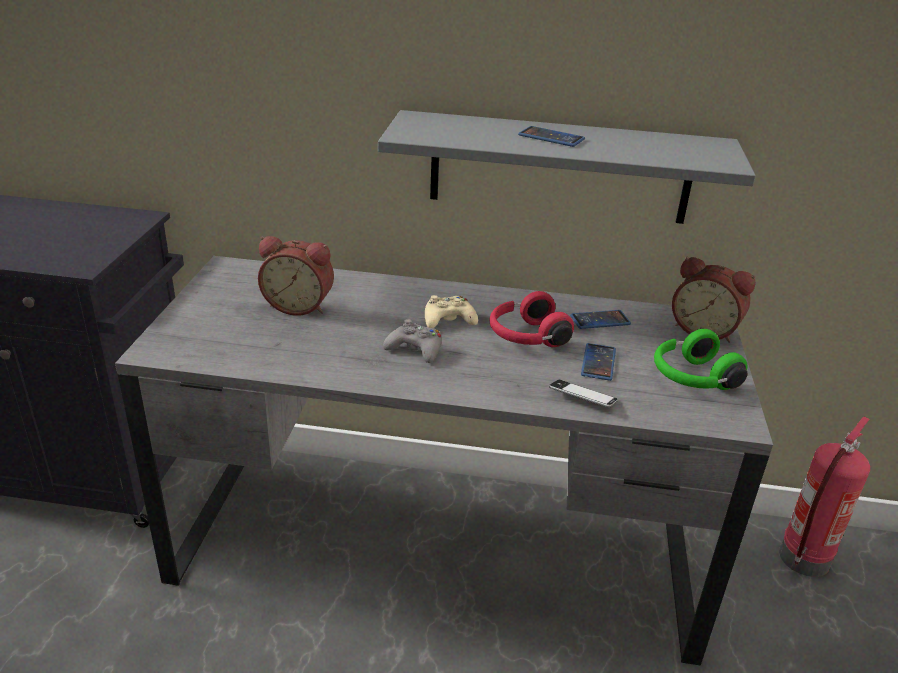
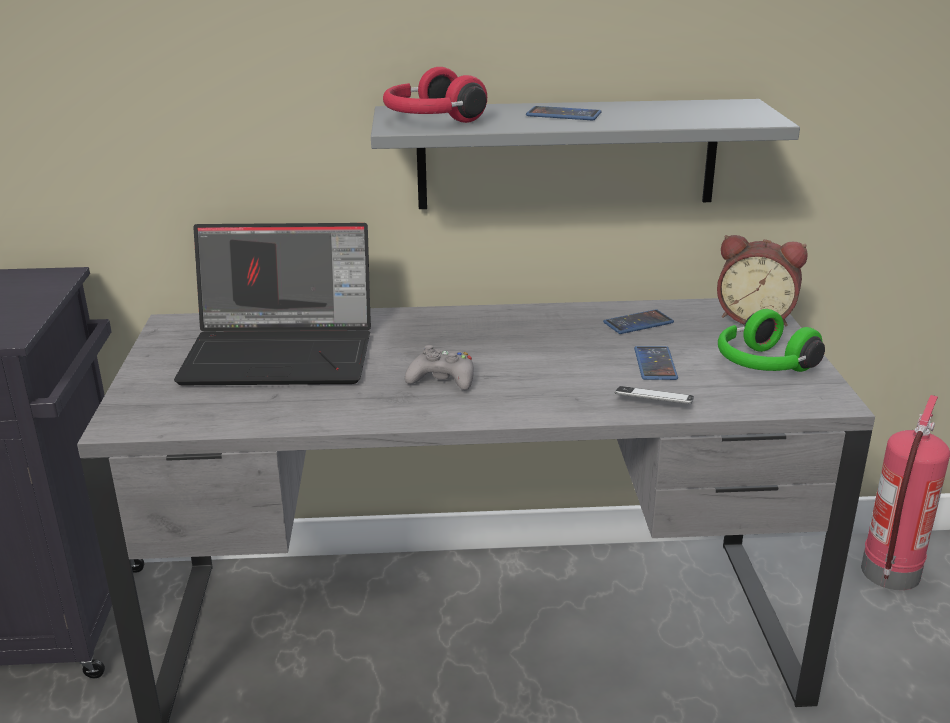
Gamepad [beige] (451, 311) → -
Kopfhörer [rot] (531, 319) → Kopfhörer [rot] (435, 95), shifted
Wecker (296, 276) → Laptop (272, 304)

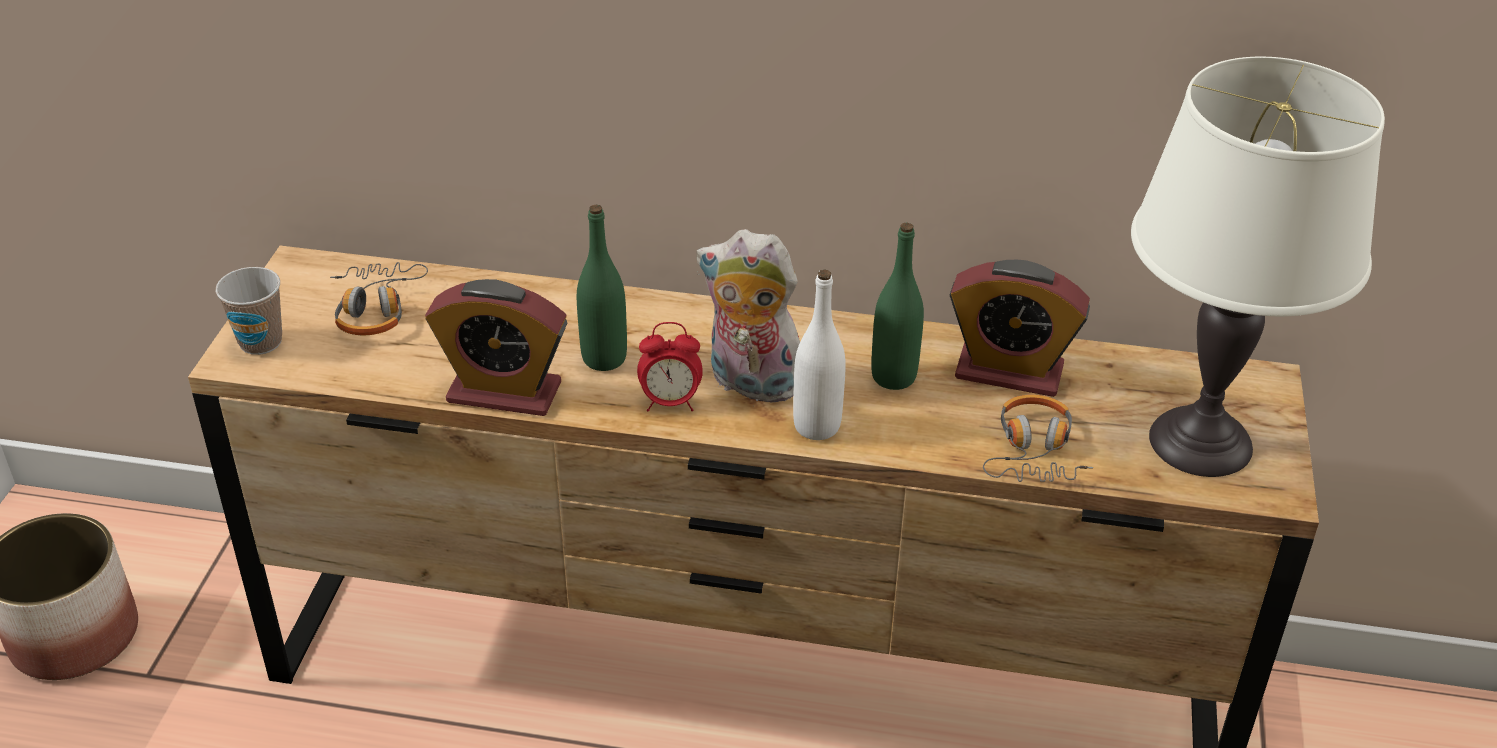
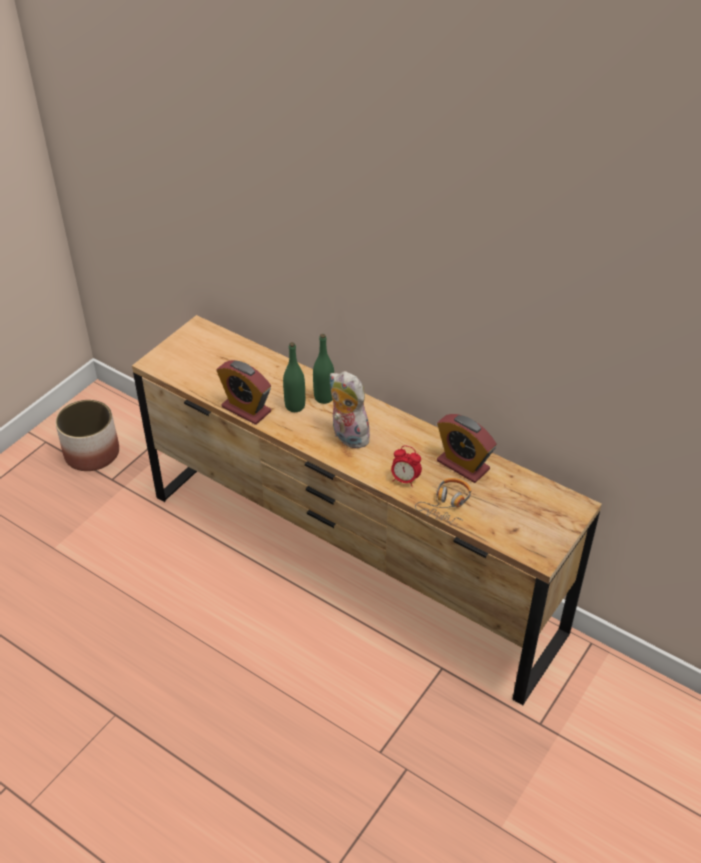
Tasse (249, 311) → -
Kopfhörer (379, 298) → -
Flasche [weiß] (819, 355) → -
Tischlampe [weiß] (1258, 267) → -
Wecker (670, 366) → Wecker (406, 466), shifted
Flasche [grün] (897, 306) → Flasche [grün] (323, 369), shifted

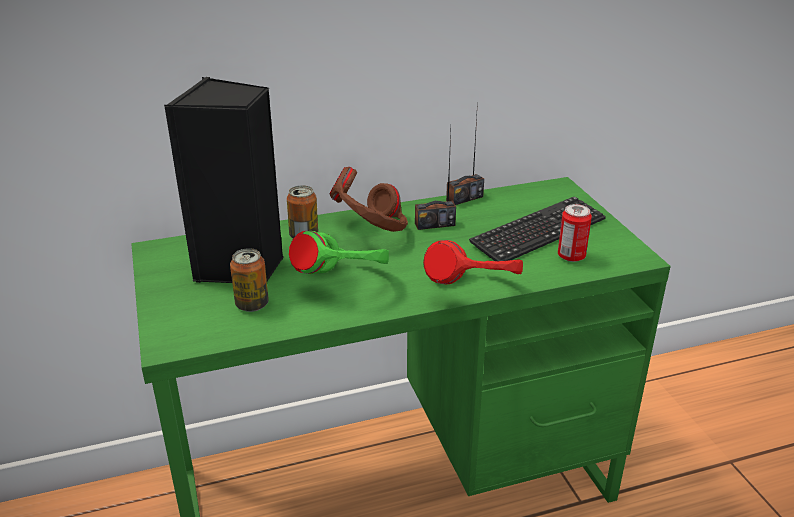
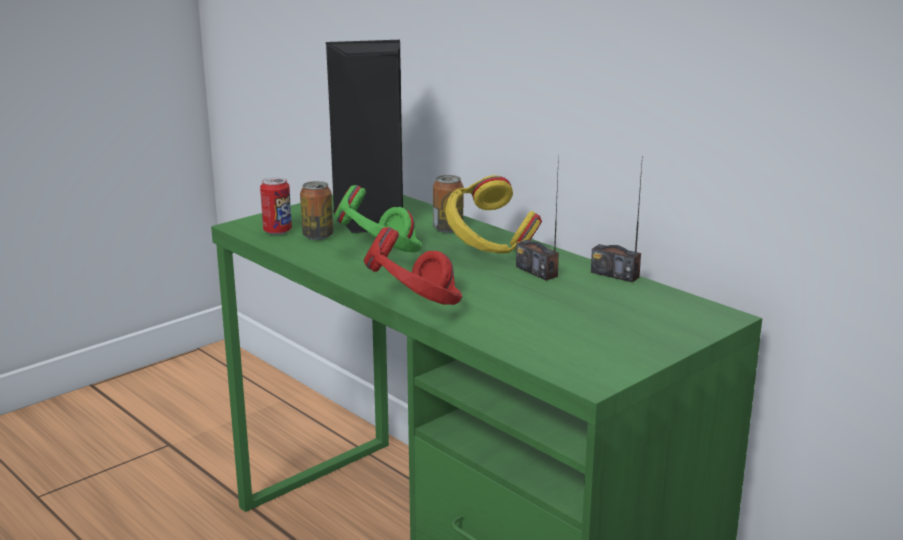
Tastatur (537, 229) → -
Dose (575, 233) → Dose (276, 206), shifted
Kopfhörer [braun] (369, 199) → Kopfhörer [gelb] (493, 214)

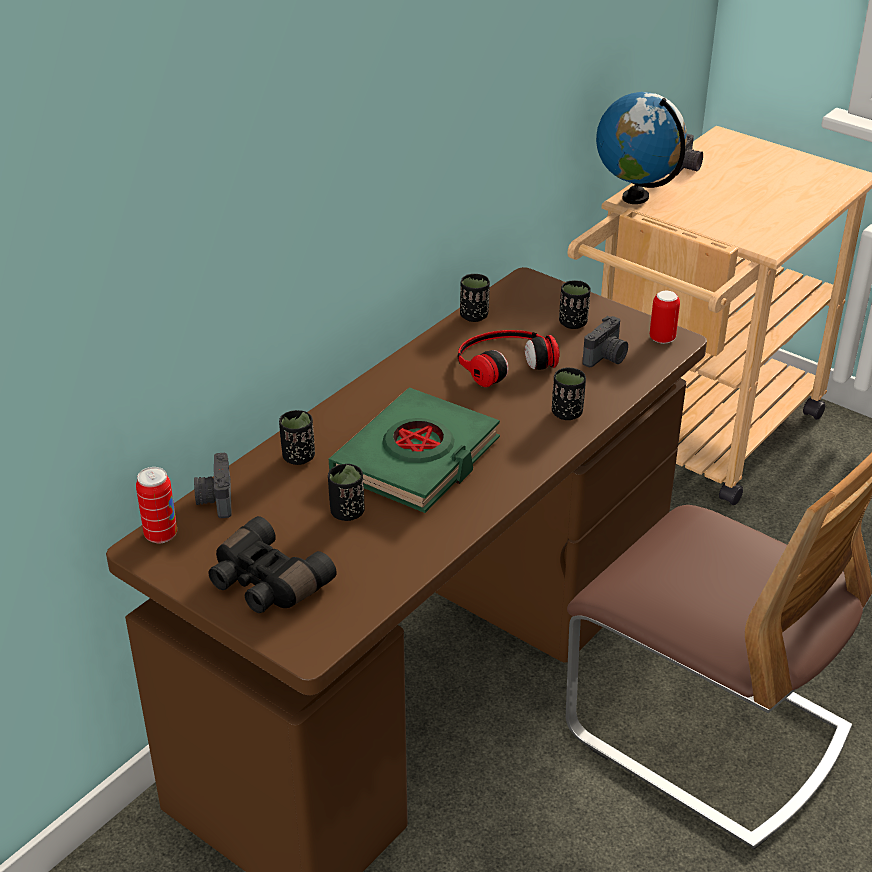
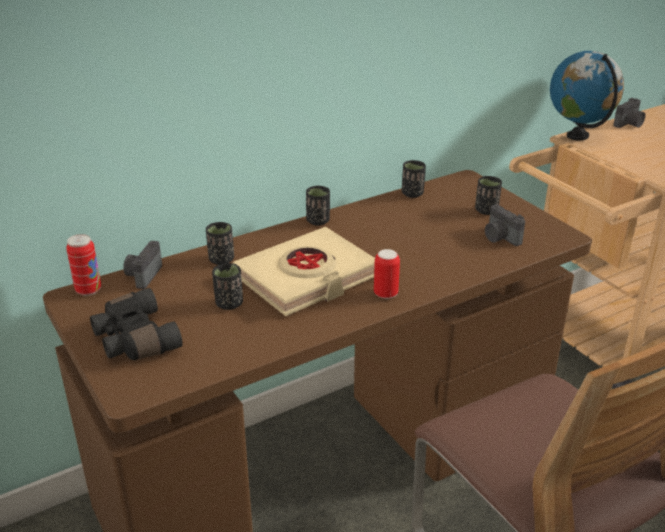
Kopfhörer (508, 358) → -
Tasse [schwarz] (569, 394) → Tasse [schwarz] (318, 206), shifted
Dose (665, 317) → Dose (387, 274), shifted
Buch [grün] (414, 450) → Buch [beige] (304, 271)
Kamera (605, 341) → Kamera (505, 225), 90 degrees clockwise

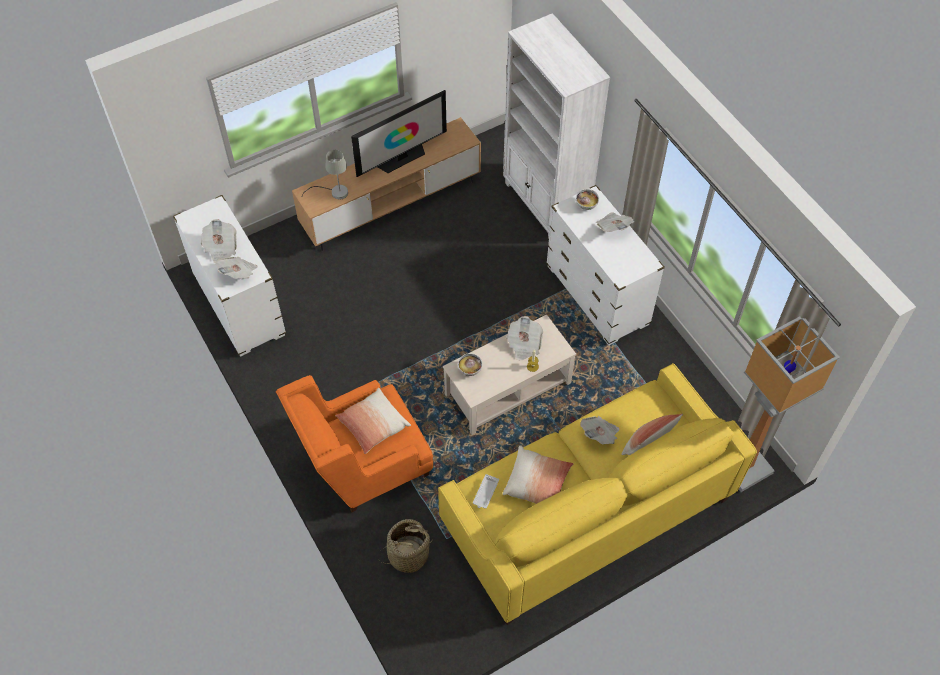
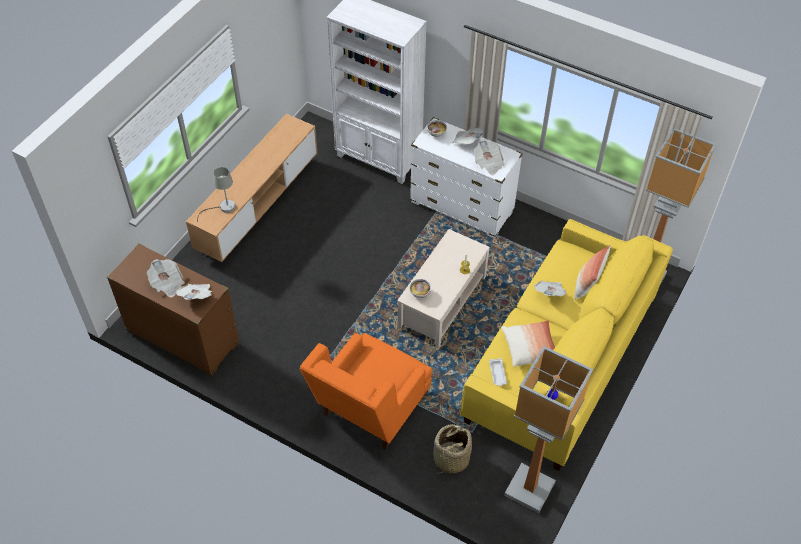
Kissen (373, 421) → -
Fernseher (399, 133) → -
- → Stehlampe (548, 430)
Zeitung (524, 338) → Zeitung (489, 157), shifted
Kommode [weiß] (229, 275) → Kommode [braun] (173, 309)

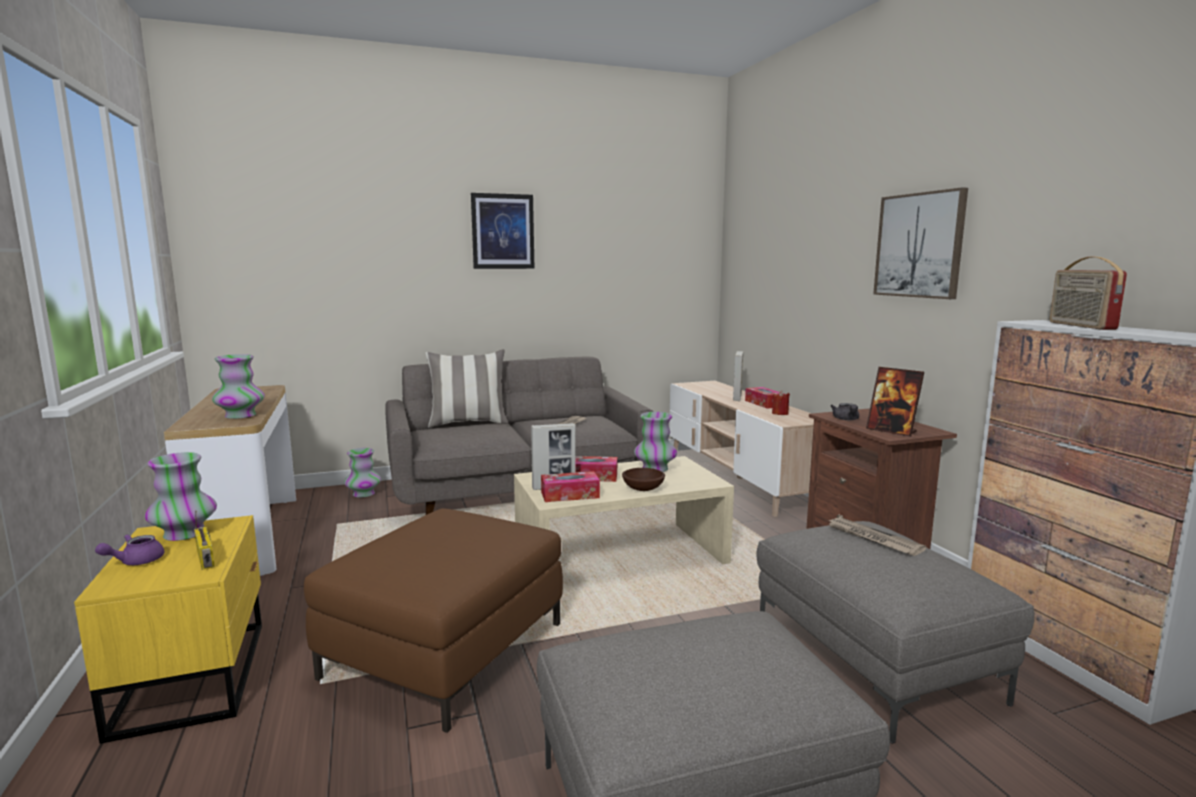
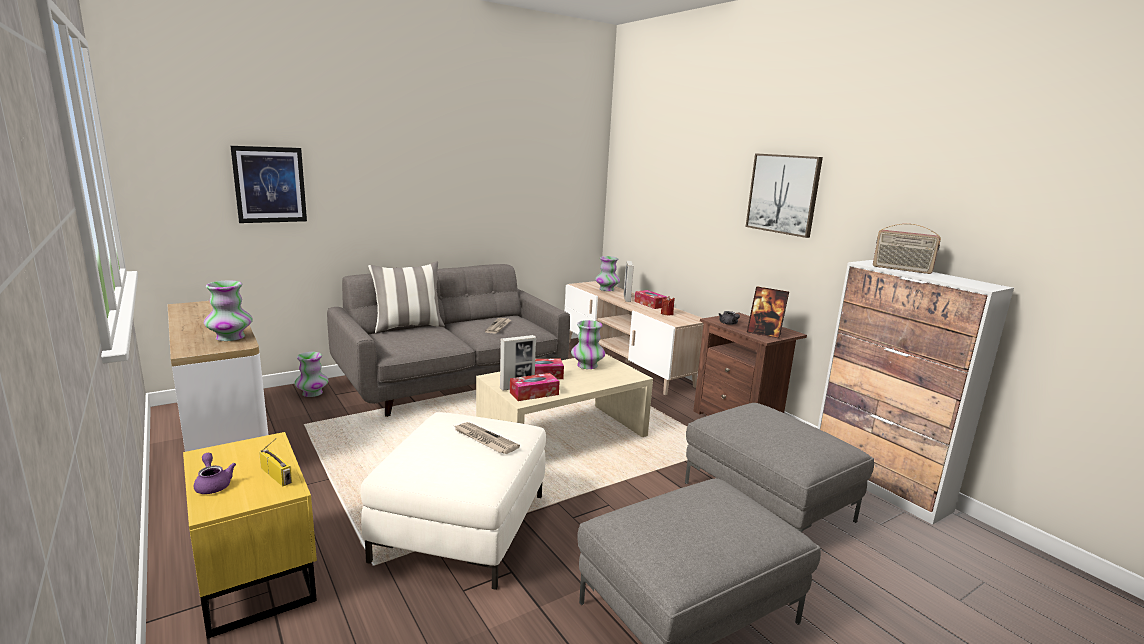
Schüssel [braun] (643, 479) → -
Vase (181, 496) → Vase (607, 273), shifted
Bild (502, 231) → Bild (268, 184), shifted
Zeitung (877, 536) → Zeitung (487, 438), shifted
Polsterhocker [braun] (433, 620) → Polsterhocker [weiß] (453, 501)
Teekanne [lila] (129, 549) → Teekanne [lila] (215, 473), 120 degrees clockwise
Radio (1088, 293) → Radio (907, 248), 45 degrees counterclockwise

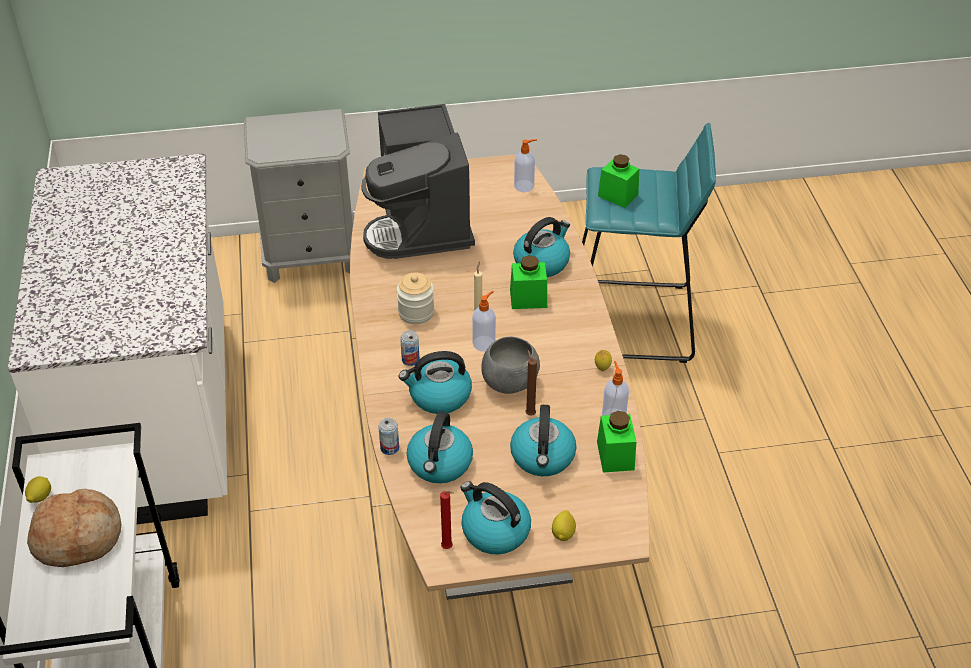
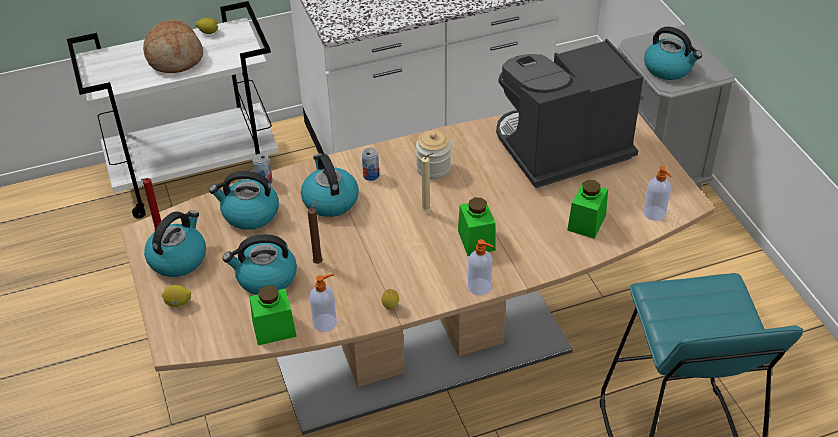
Schüssel [grau] (510, 365) → -
Seifenspender (484, 321) → Seifenspender (481, 267), shifted
Wasserkessel (541, 247) → Wasserkessel (673, 53), shifted
Vorratsglas [grün] (618, 181) → Vorratsglas [grün] (587, 209), shifted

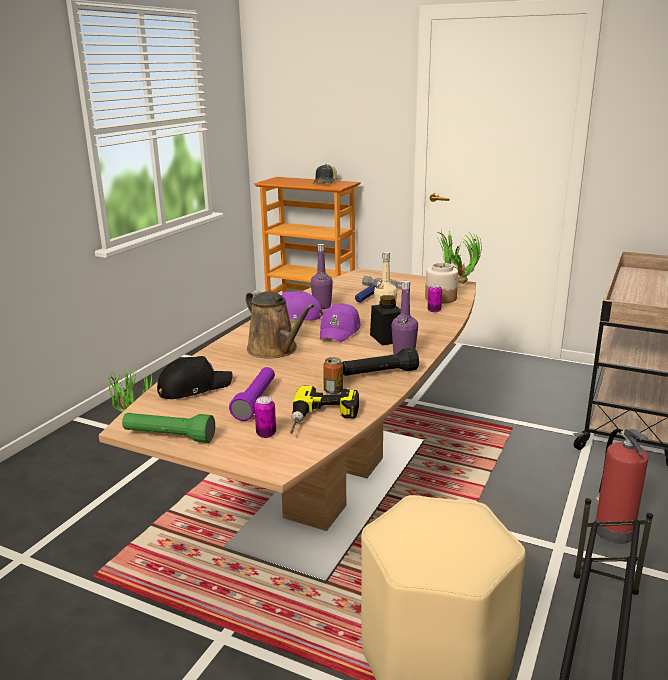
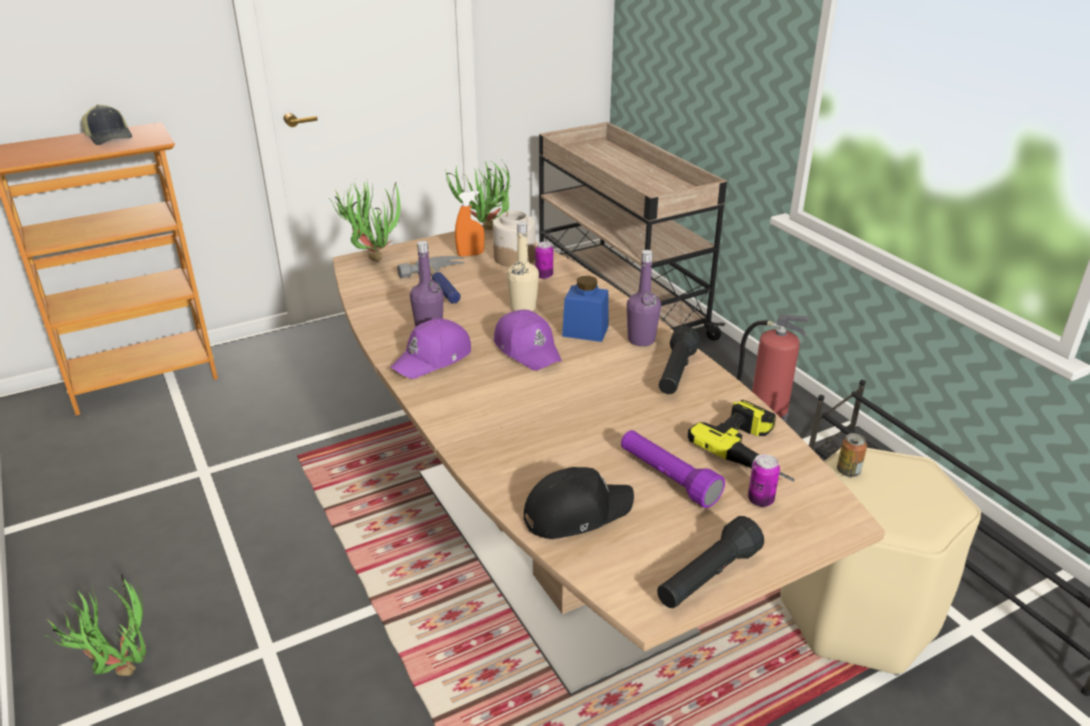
Gießkanne [braun] (279, 324) → -
- → Topfpflanze (367, 221)
- → Sprühflasche [orange] (469, 224)
Dose (333, 375) → Dose (852, 455), shifted
Taschenlampe [grün] (168, 428) → Taschenlampe [schwarz] (710, 562)
Vorratsglas [schwarz] (385, 320) → Vorratsglas [blau] (585, 309)
Kappe [schwarz] (195, 377) → Kappe [schwarz] (579, 503), 60 degrees clockwise

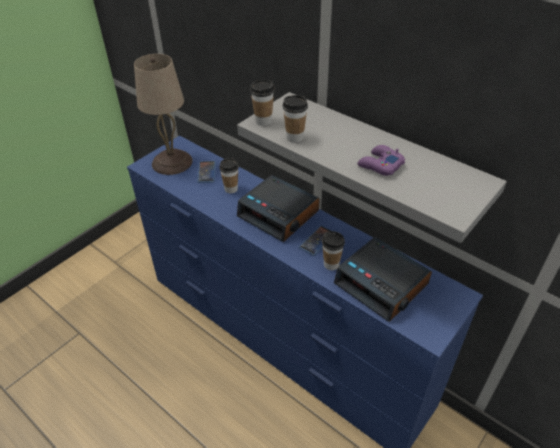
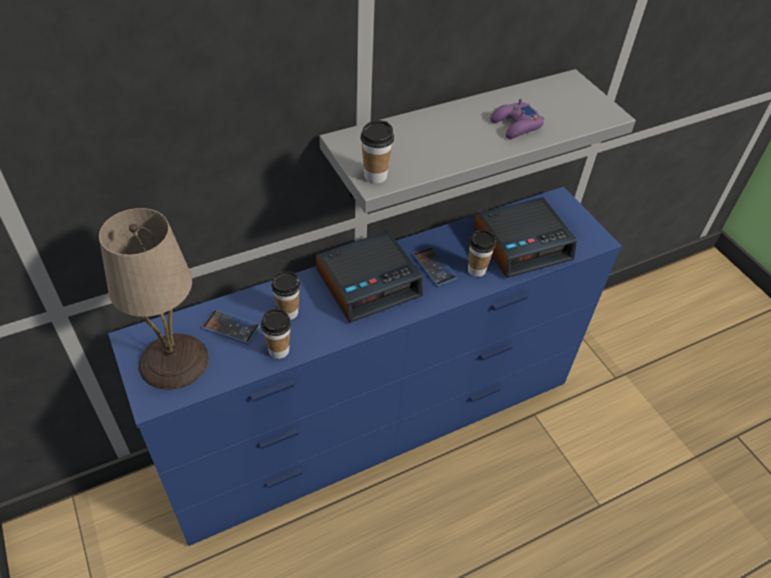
Tasse (295, 119) → Tasse (276, 333), shifted

